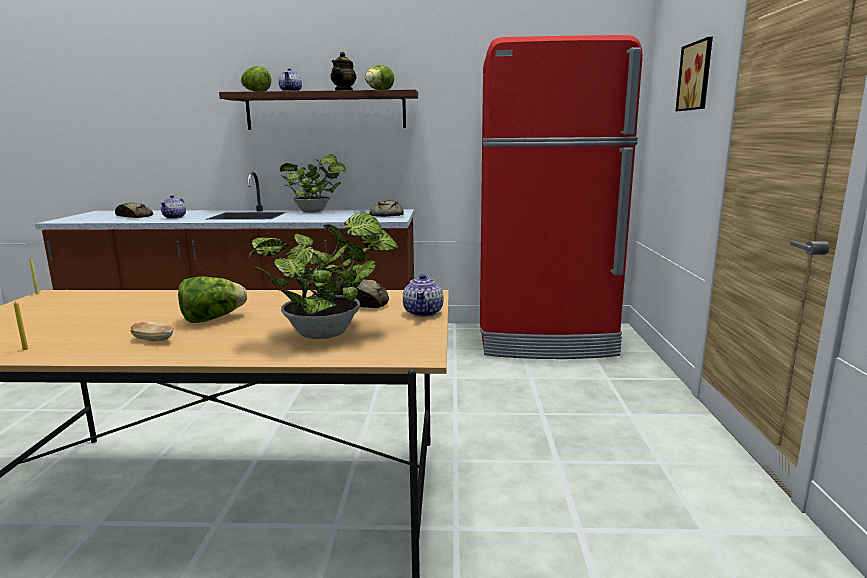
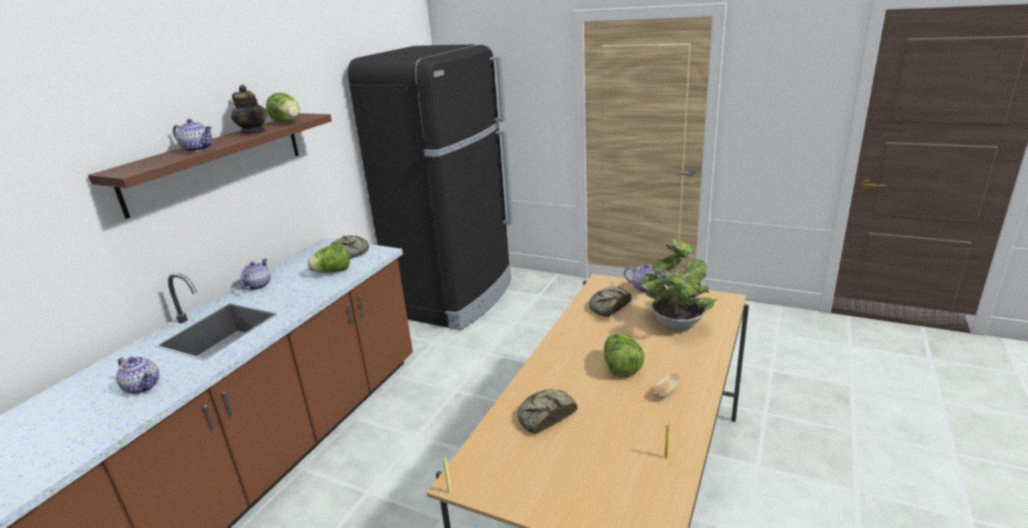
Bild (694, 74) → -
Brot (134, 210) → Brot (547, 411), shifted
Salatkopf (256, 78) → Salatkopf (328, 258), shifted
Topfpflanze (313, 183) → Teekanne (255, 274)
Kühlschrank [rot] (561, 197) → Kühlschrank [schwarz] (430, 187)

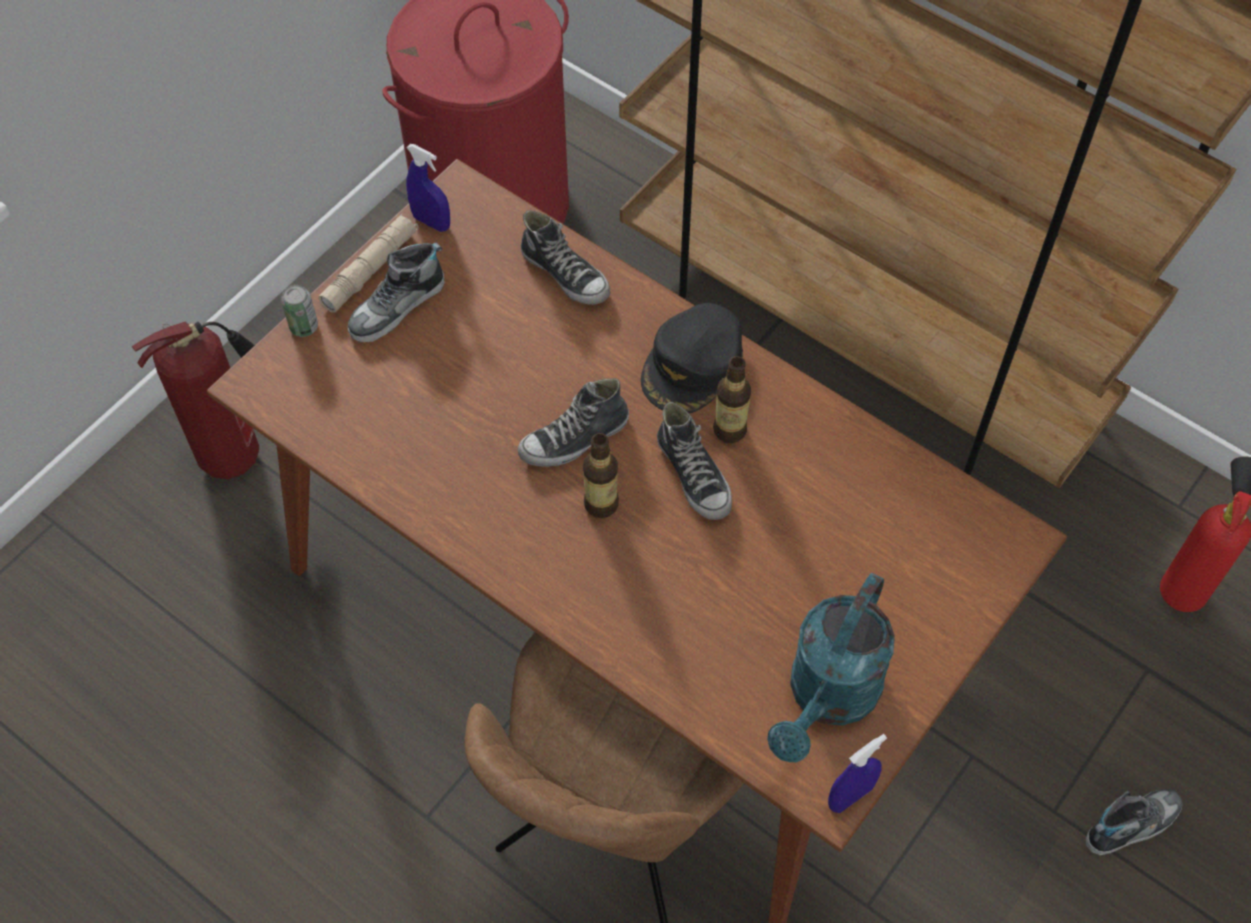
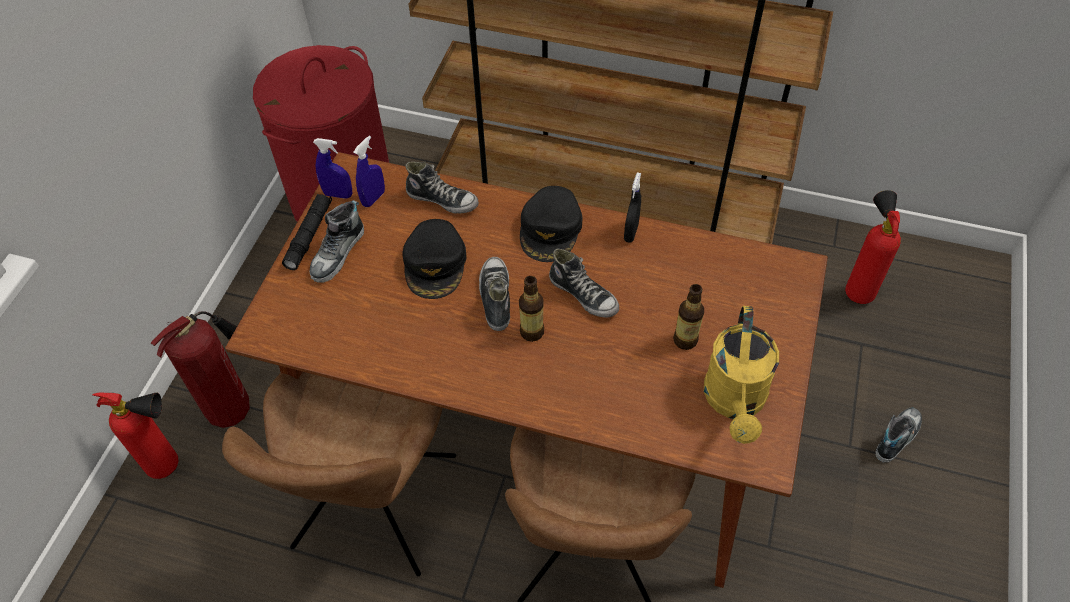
Dose (299, 311) → -
- → Feuerlöscher (135, 435)
- → Stuhl [braun] (339, 474)
- → Kappe [schwarz] (434, 259)
- → Sprühflasche [schwarz] (632, 207)
Flasche (732, 399) → Flasche (688, 317), shifted
Sprühflasche [blau] (857, 773) → Sprühflasche [blau] (369, 171), shifted
Taschenlampe [beige] (368, 263) → Taschenlampe [schwarz] (307, 232)
Gießkanne [türkis] (831, 667) → Gießkanne [gelb] (741, 375)
Schuh (573, 422) → Schuh (494, 294), 135 degrees clockwise

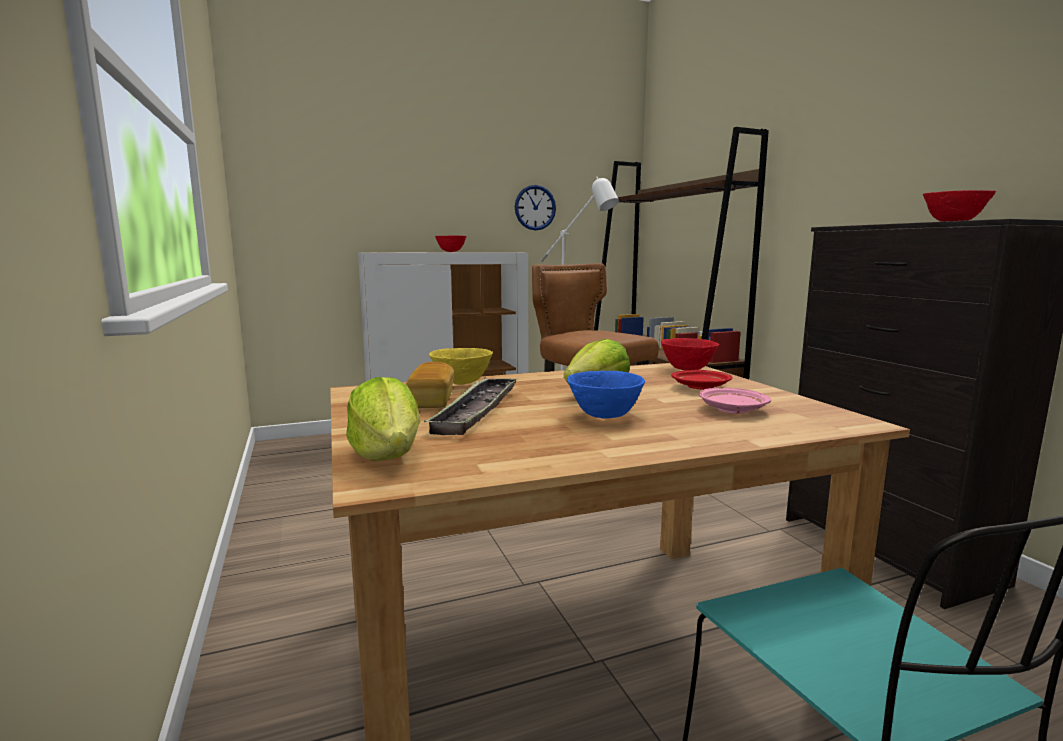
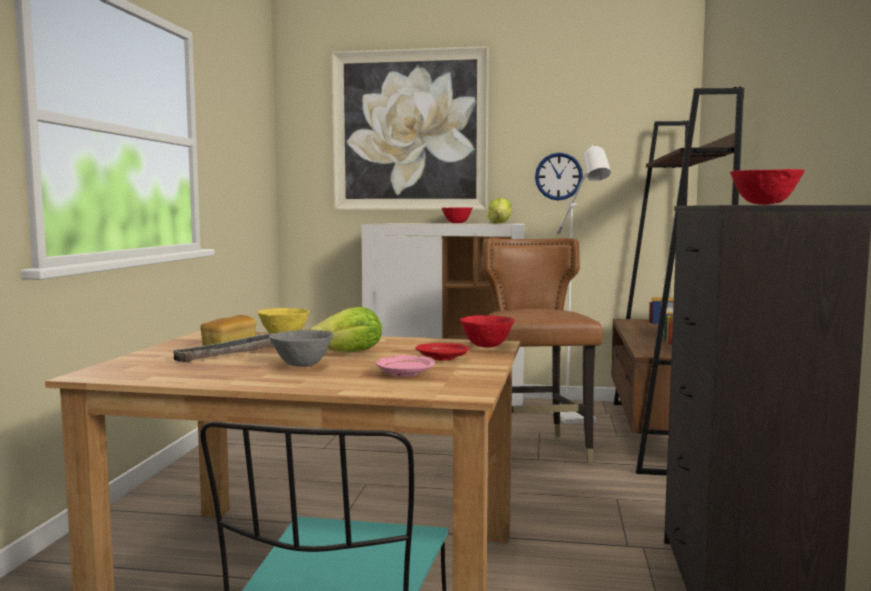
- → Bild (410, 128)
Salatkopf (383, 419) → Salatkopf (500, 211), shifted
Schüssel [blau] (606, 395) → Schüssel [grau] (301, 348)

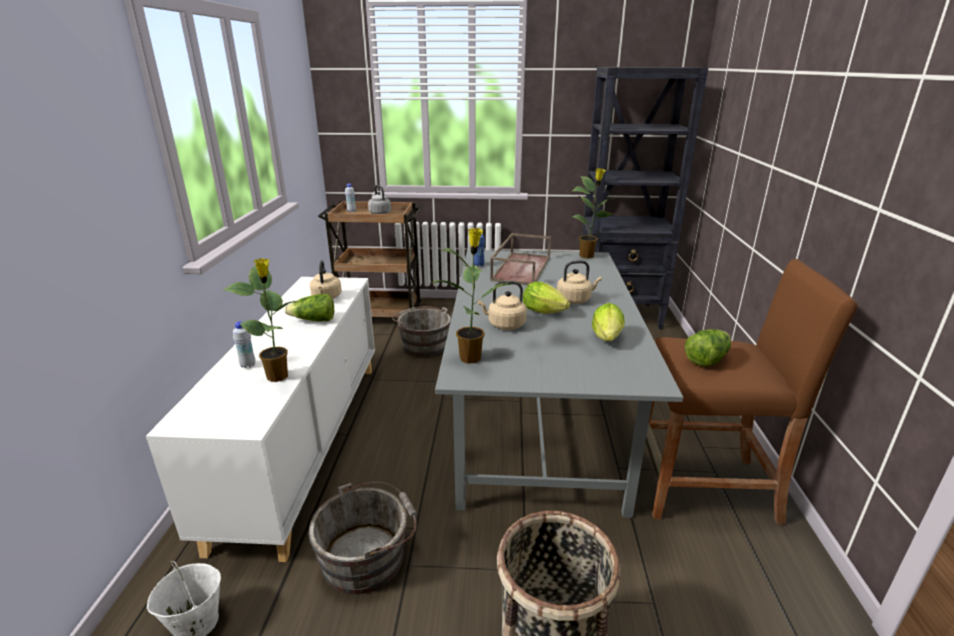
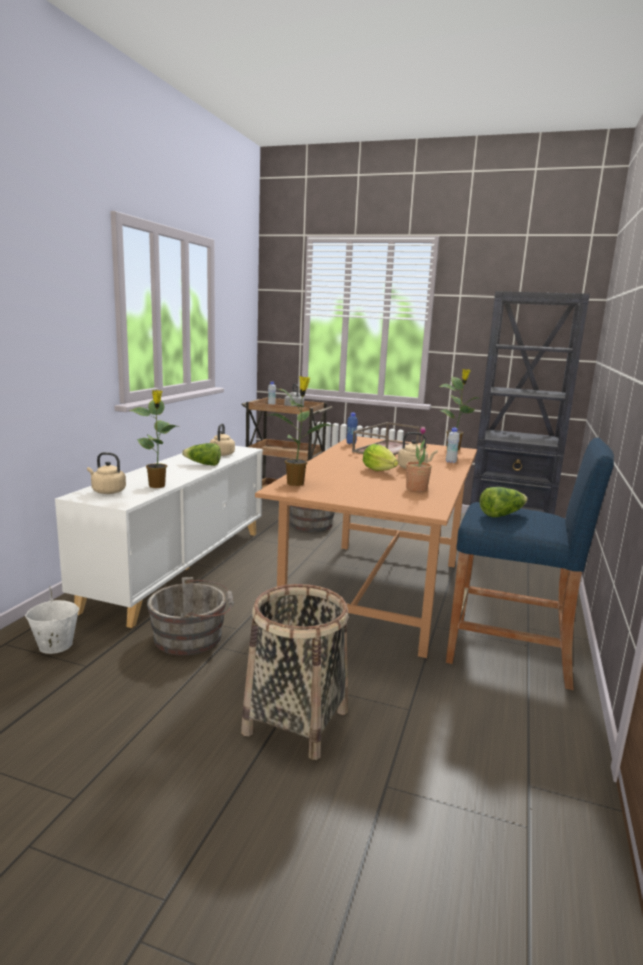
Flasche [weiß] (244, 344) → Flasche [weiß] (453, 445), shifted
Wasserkessel [beige] (502, 305) → Wasserkessel [beige] (106, 473), shifted
Salatkopf (608, 322) → Topfpflanze (419, 459)
Esstisch [grau] (559, 384) → Esstisch [braun] (366, 547)
Hocker [braun] (752, 392) → Hocker [blau] (530, 563)

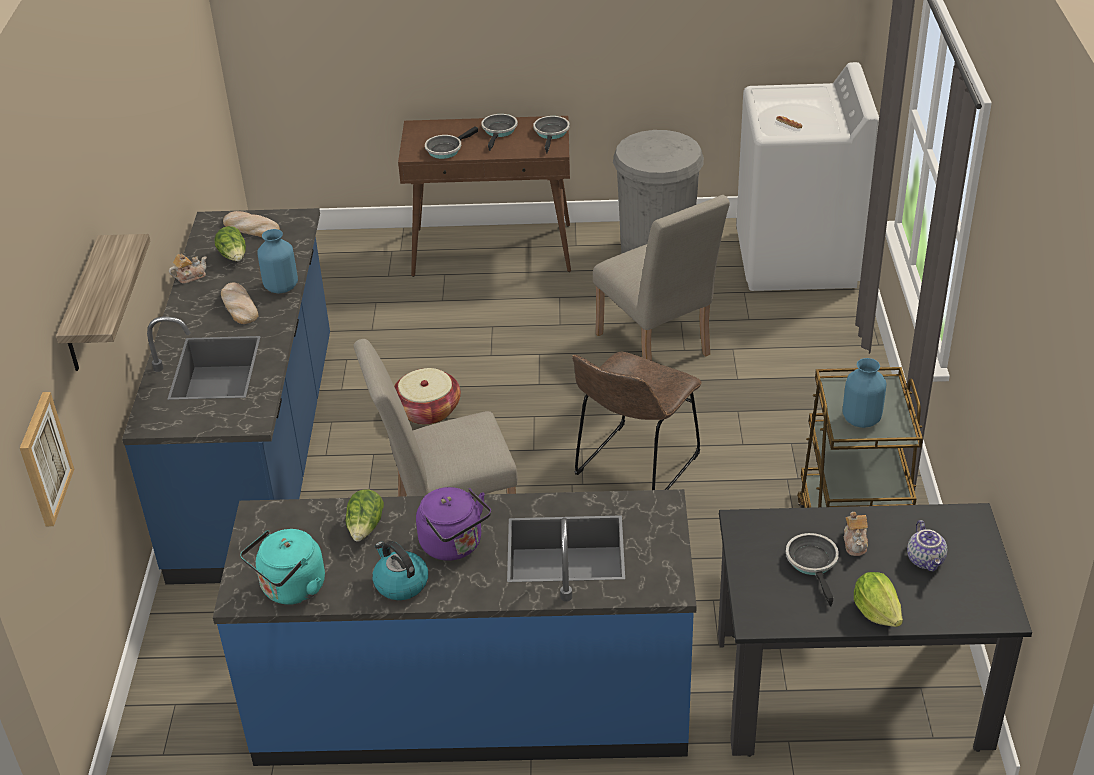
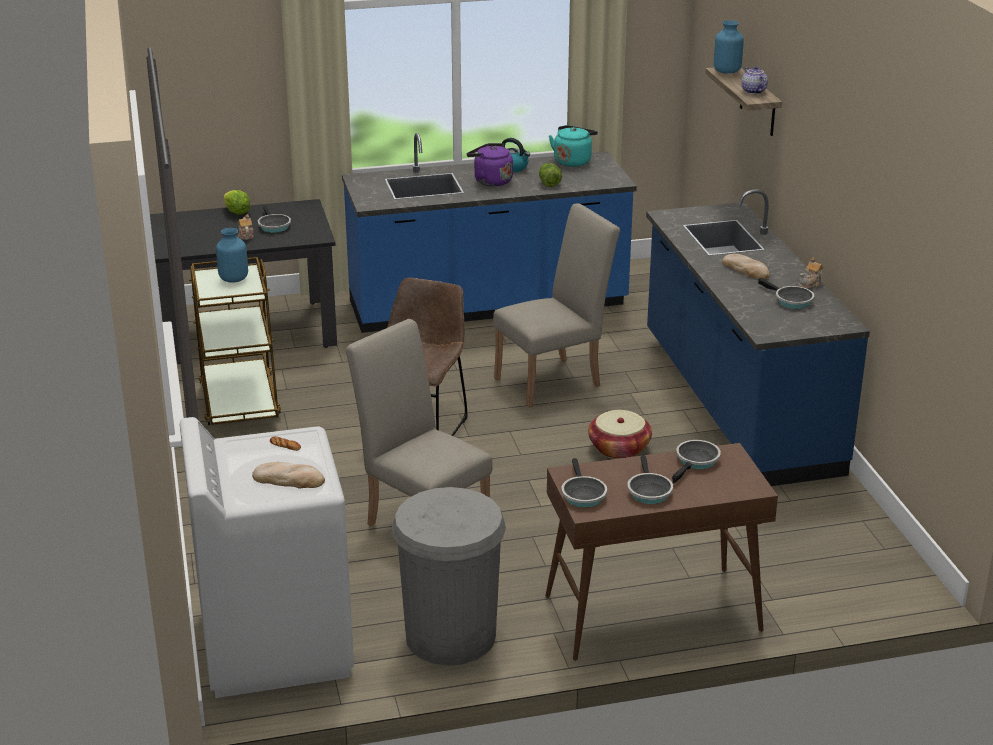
Bild (47, 459) → -
Brot (251, 224) → Brot (288, 475), shifted
Vase [blau] (277, 261) → Vase [blau] (729, 47), shifted
Teekanne (927, 545) → Teekanne (754, 80), shifted
Salatkopf (230, 243) → Pfanne (786, 293)

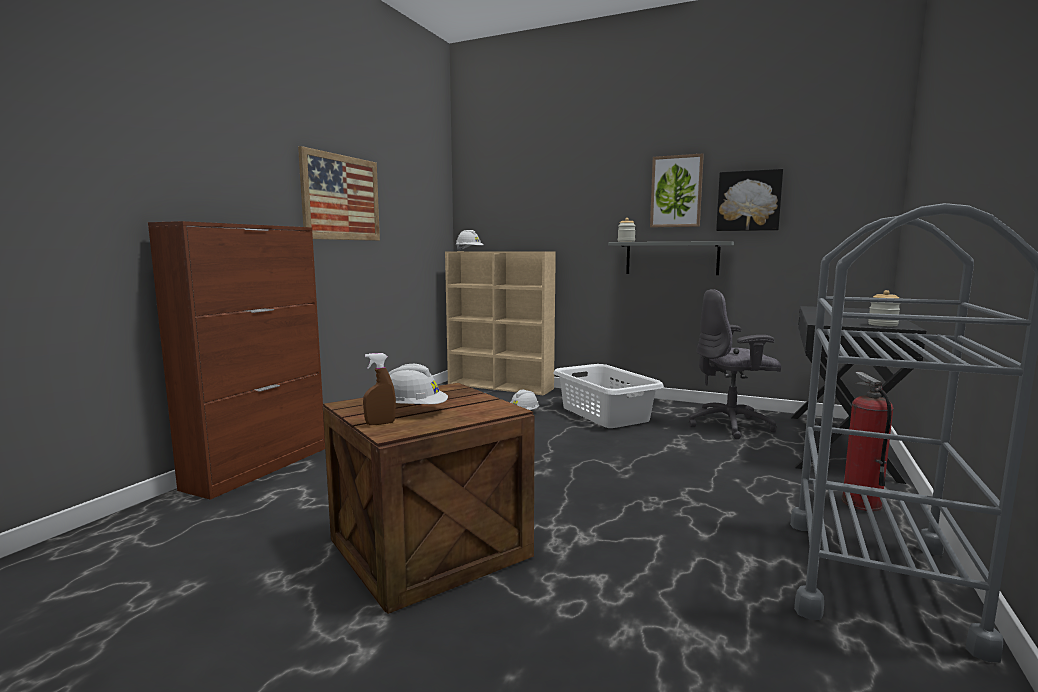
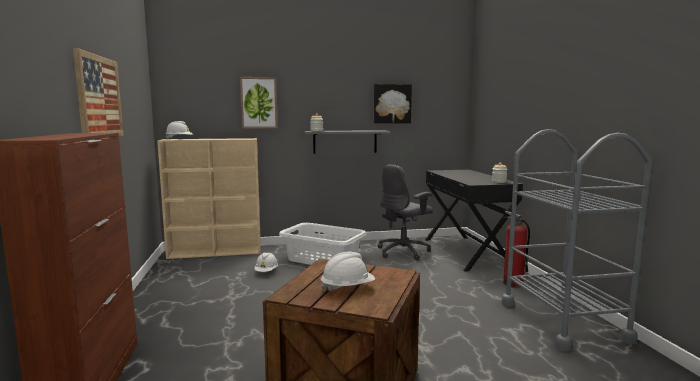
Sprühflasche [braun] (379, 389) → -
Bild (677, 190) → Bild (259, 103), shifted

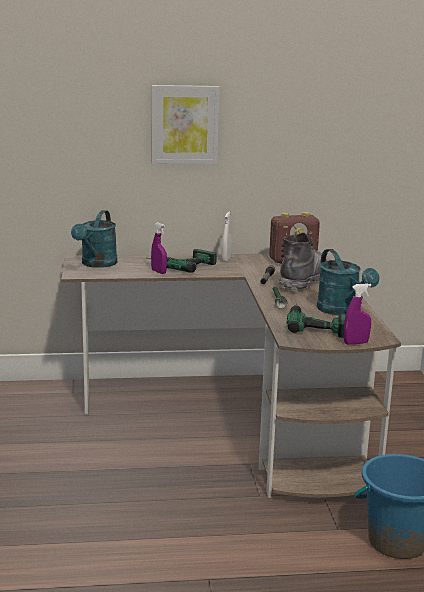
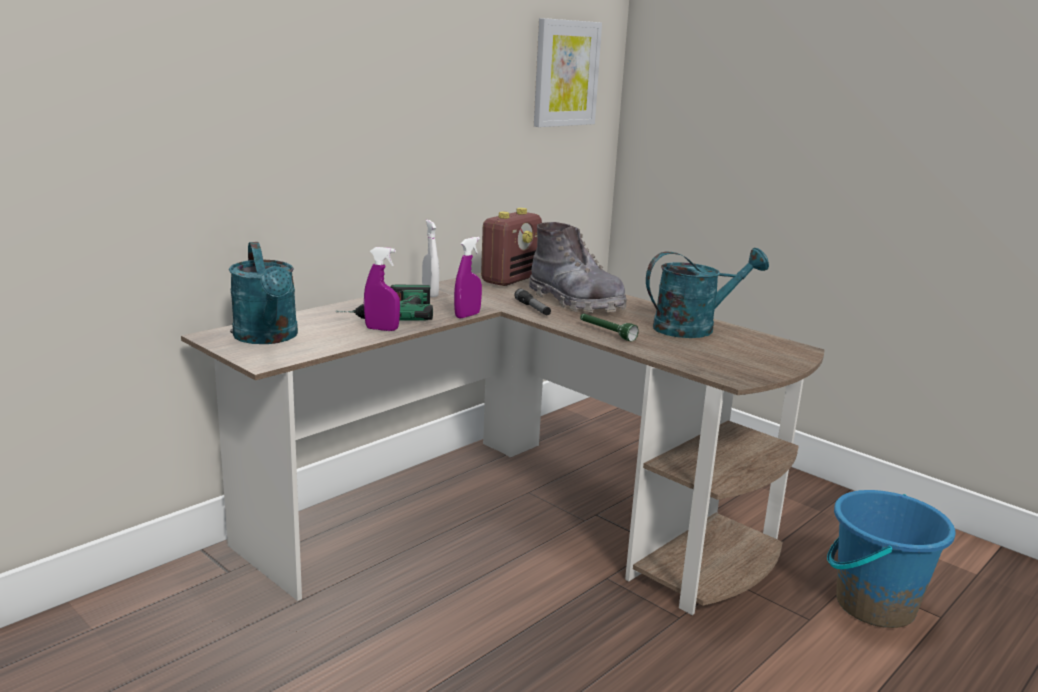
Bohrmaschine (316, 321) → -
Bild (186, 124) → Bild (568, 72), shifted
Sprühflasche [lila] (358, 313) → Sprühflasche [lila] (468, 277), shifted
Stiefel [grau] (303, 261) → Stiefel [grau] (578, 267), 150 degrees clockwise
Gießkanne [türkis] (348, 282) → Gießkanne [türkis] (707, 293), 45 degrees counterclockwise

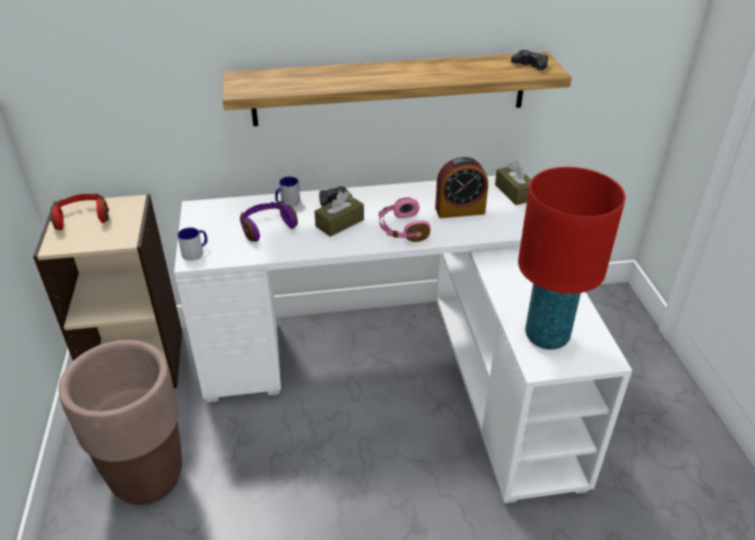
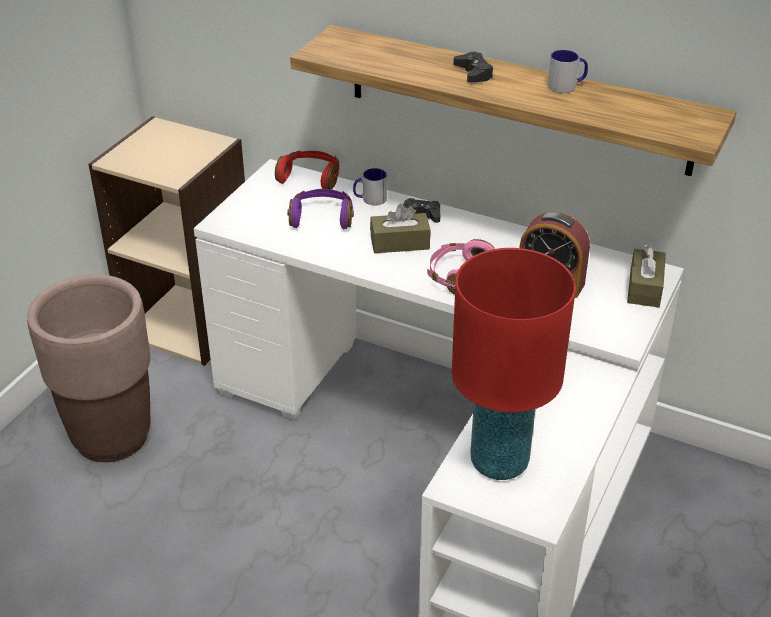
Kopfhörer [rot] (79, 211) → Kopfhörer [rot] (307, 170), shifted
Henkelbecher (192, 244) → Henkelbecher (568, 71), shifted
Gamepad [schwarz] (529, 60) → Gamepad [schwarz] (473, 67), shifted

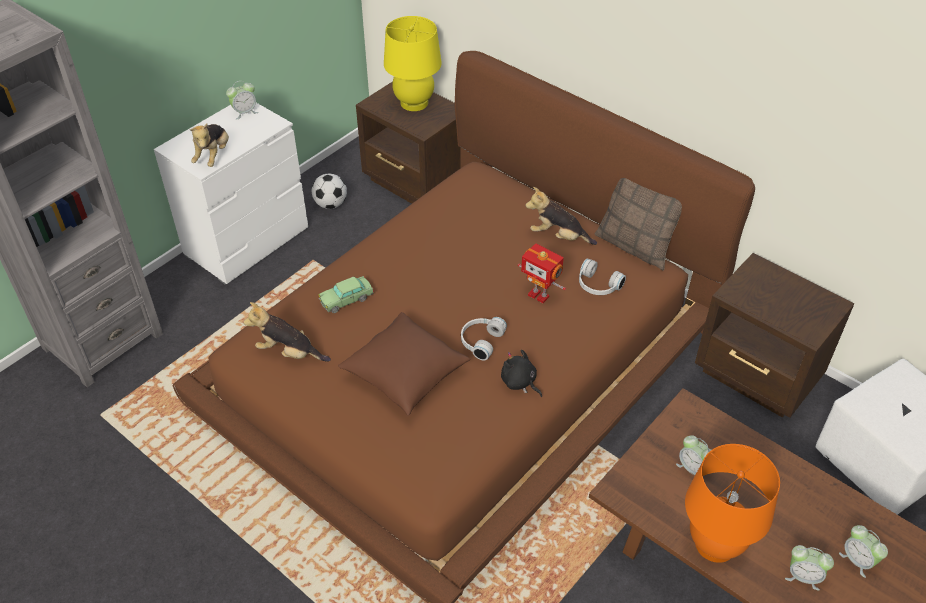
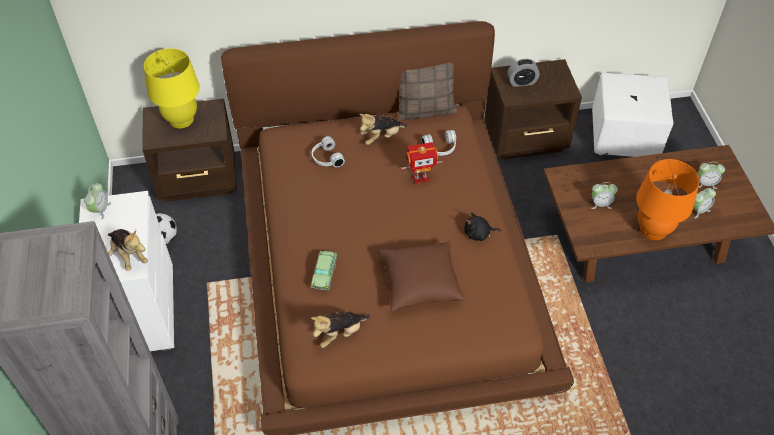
- → Wecker (523, 73)
Kopfhörer [weiß] (484, 339) → Kopfhörer [weiß] (328, 151), shifted

